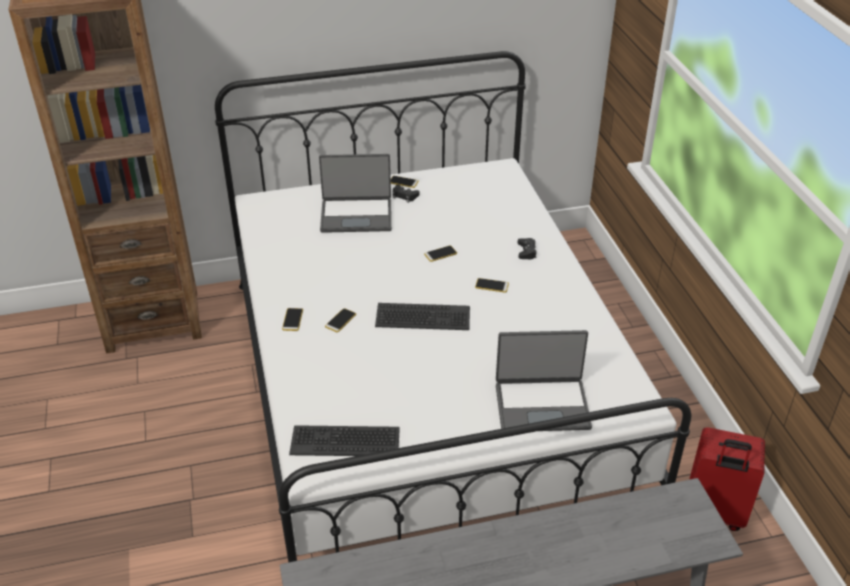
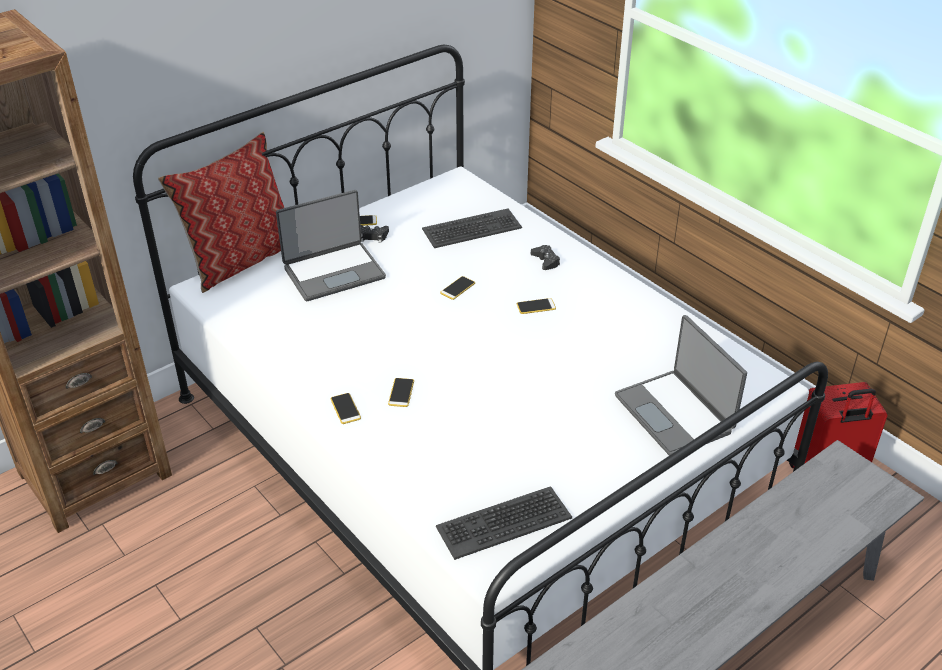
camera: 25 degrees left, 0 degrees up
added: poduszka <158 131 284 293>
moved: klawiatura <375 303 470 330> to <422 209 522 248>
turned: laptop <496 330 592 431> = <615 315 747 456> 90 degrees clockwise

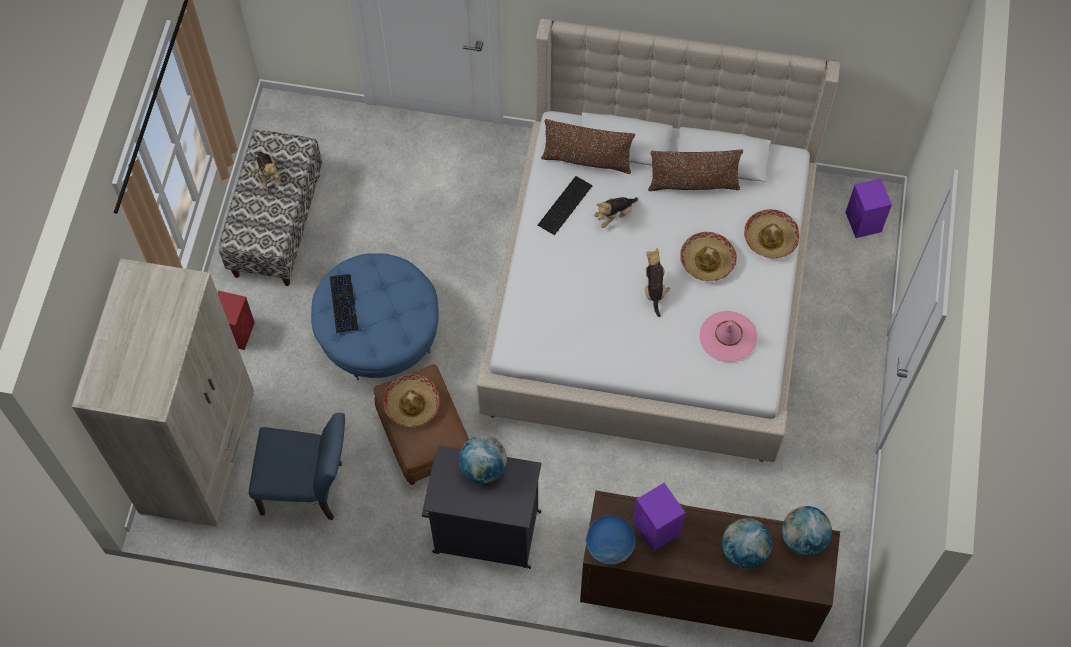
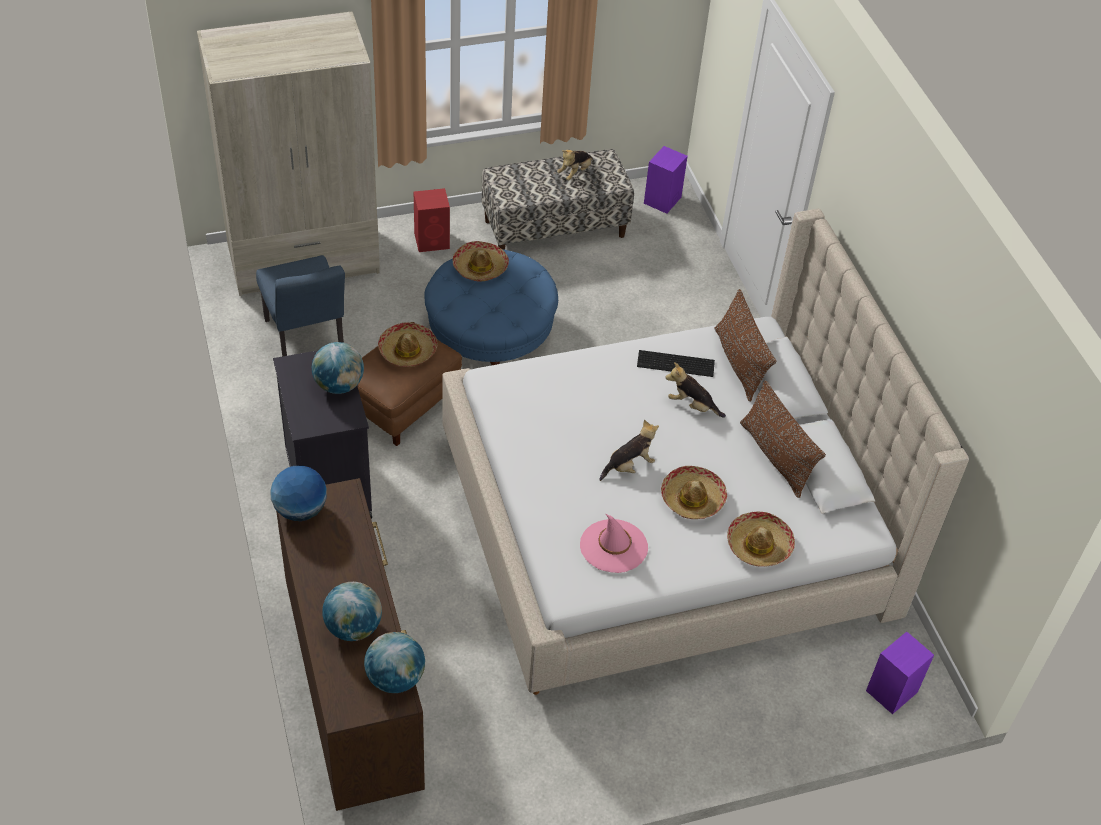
camera: 60 degrees right, 15 degrees down
moved: głośnik/fioletowy <633 483 685 551> to <644 146 688 214>
replaced: klawiatura <330 274 358 334> to kapelusz <453 241 509 282>

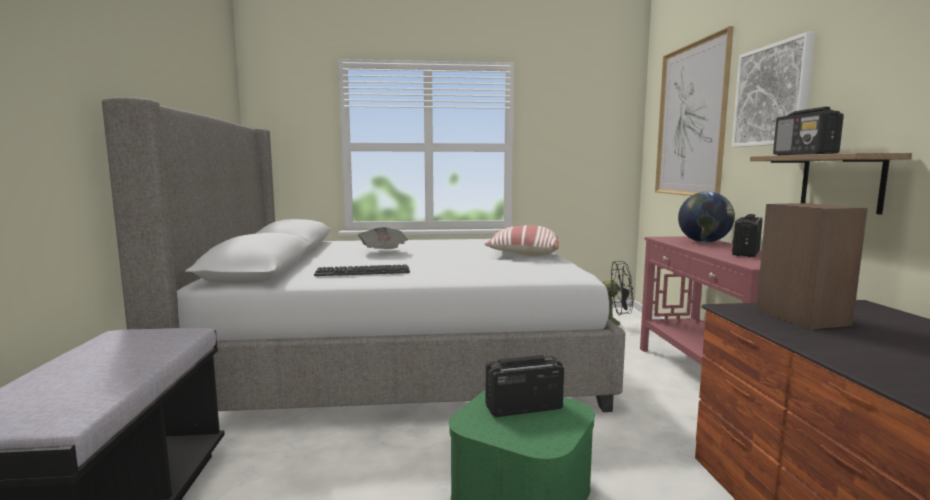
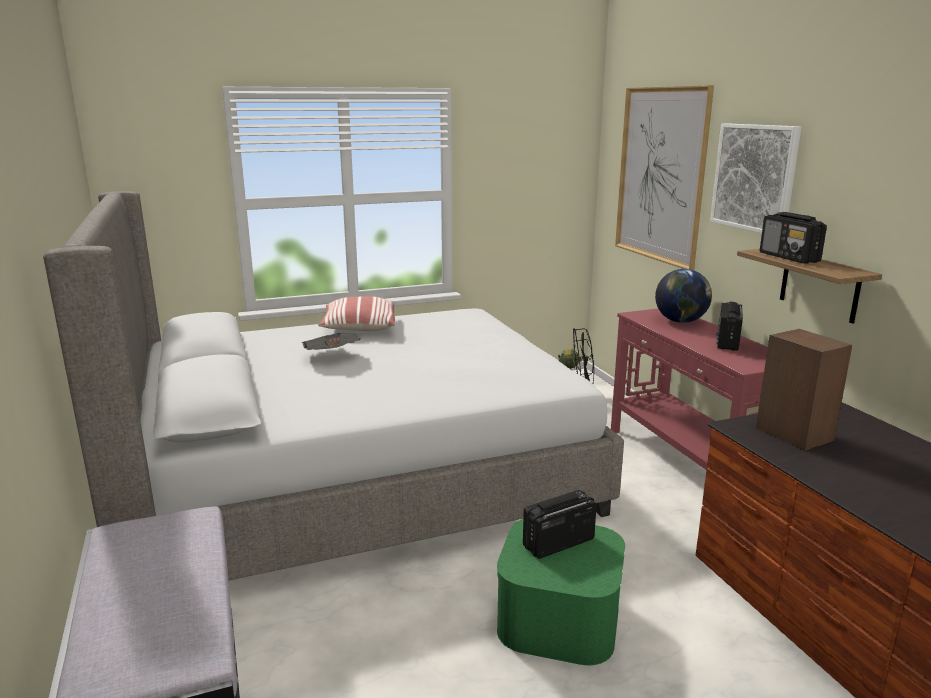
camera: 15 degrees left, 10 degrees up
removed: klawiatura <314 265 410 276>
moved: poduszka <484 225 559 256> to <318 296 395 331>

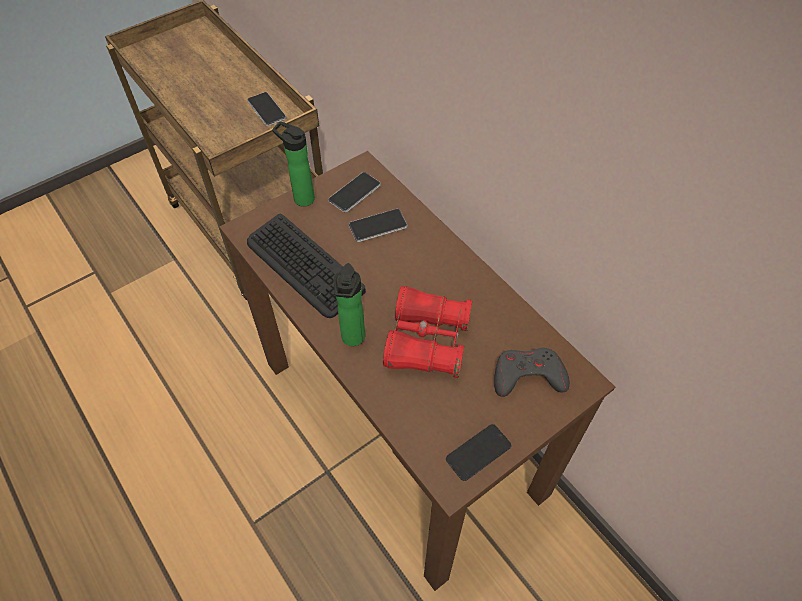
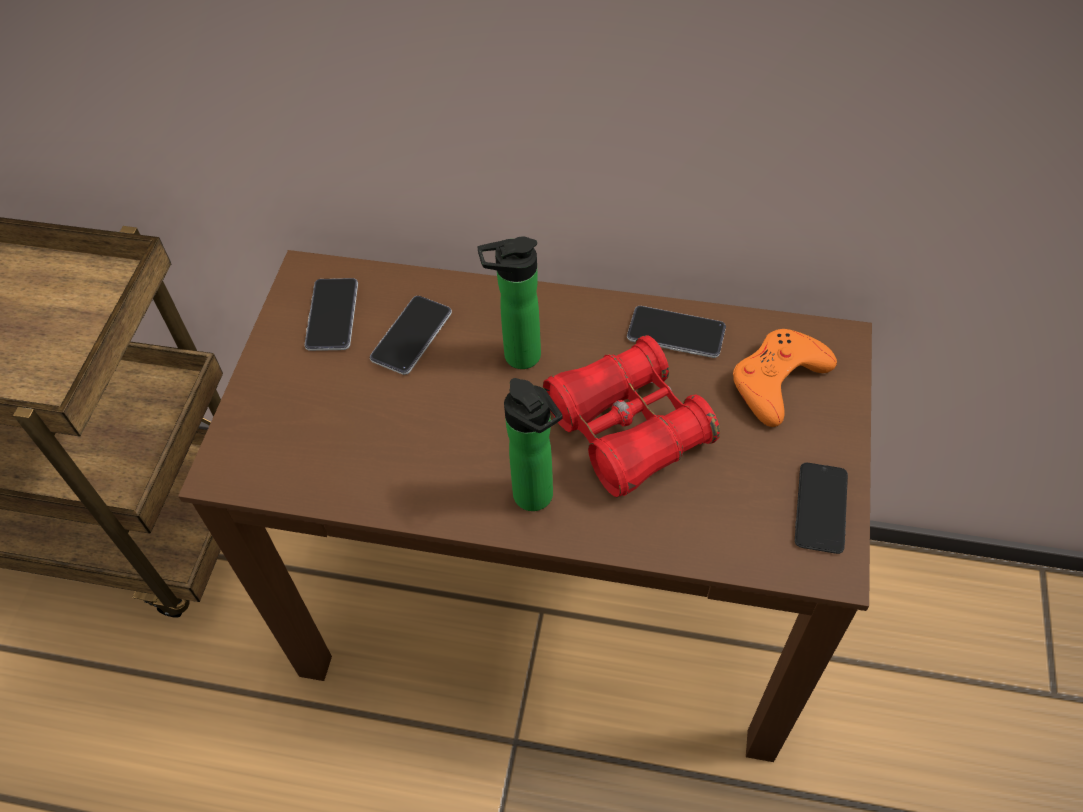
camera: 40 degrees left, 0 degrees up
removed: klawiatura <247 214 366 318>
moved: butelka <272 121 315 207> to <478 237 541 369>; telefon <247 92 287 126> to <627 306 726 358>
recoloured: pad do gier/szary <494 348 570 397> to pad do gier/pomarańczowy <733 329 837 427>

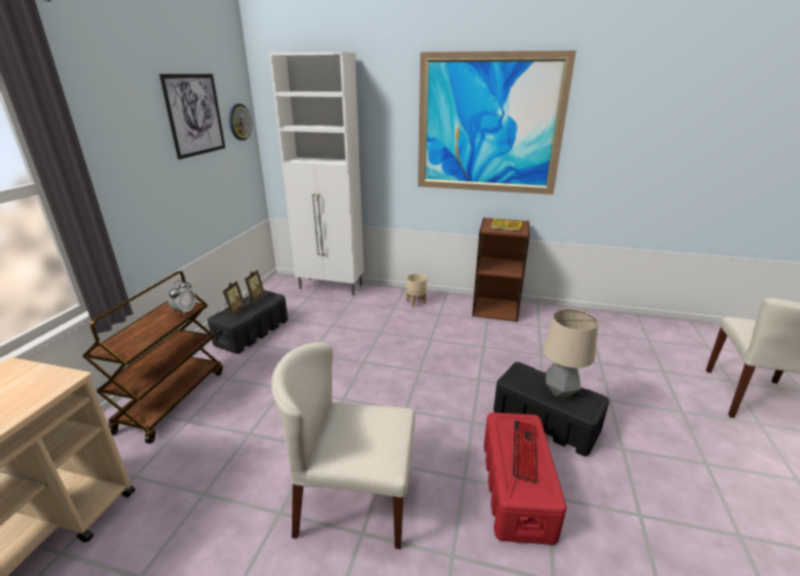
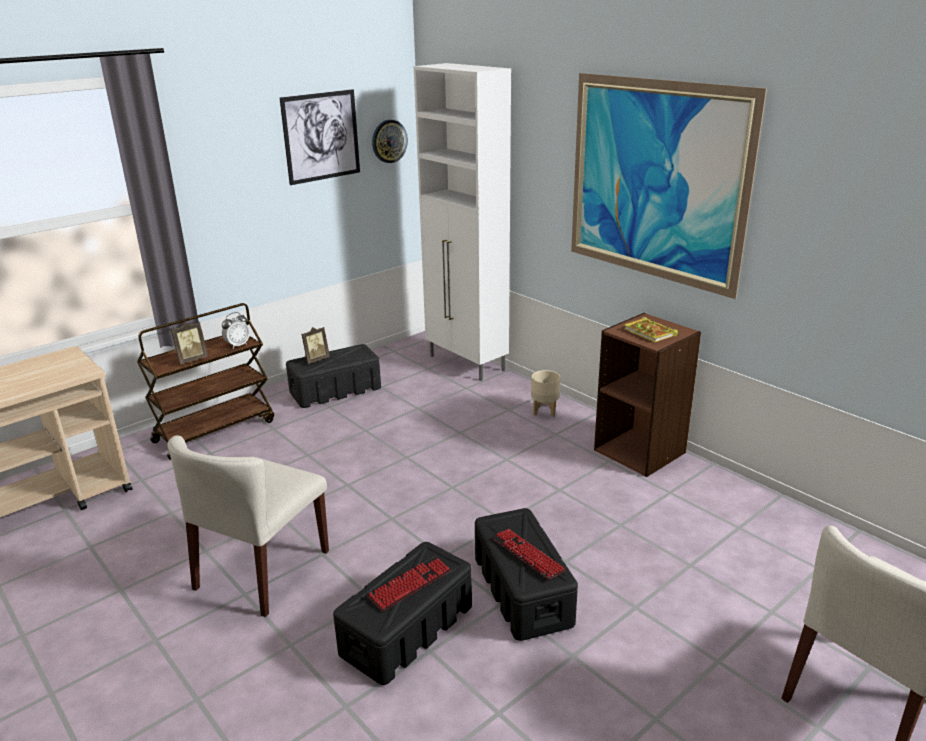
camera: 35 degrees right, 0 degrees up
moved: ramka na zdjęcie <245 270 265 302> to <171 322 208 365>
replaced: lampa stołowa <543 309 598 398> to klawiatura <491 529 566 580>
recoloured: pojemnik do przechowywania/czerwony <484 413 567 545> to pojemnik do przechowywania/czarny <333 542 472 685>
turned: krzesło/beżowy <272 342 415 549> = <167 435 329 617> 105 degrees counterclockwise

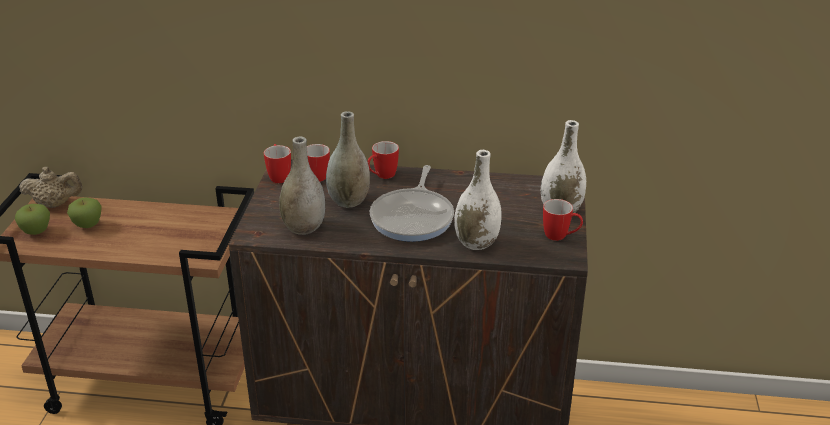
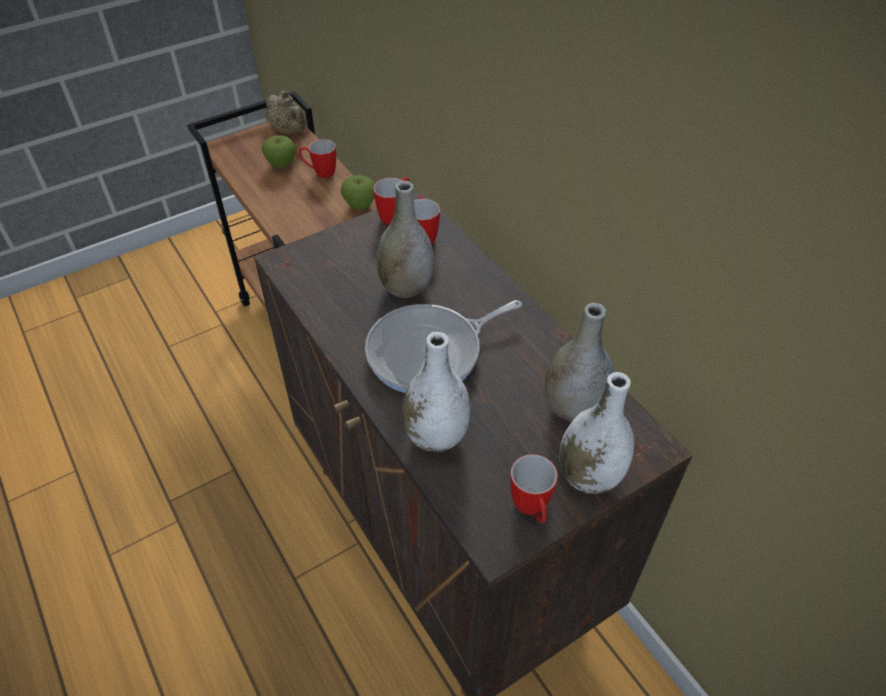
camera: 50 degrees right, 15 degrees up
moved: kubek <368 141 399 179> to <299 139 336 178>; jabłko <15 204 50 235> to <341 175 375 209>; wazon/szary <279 137 325 235> to <545 303 613 422>

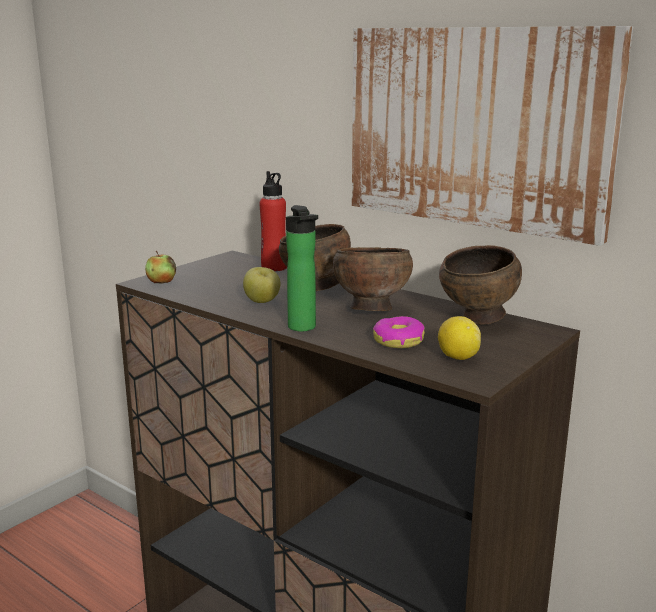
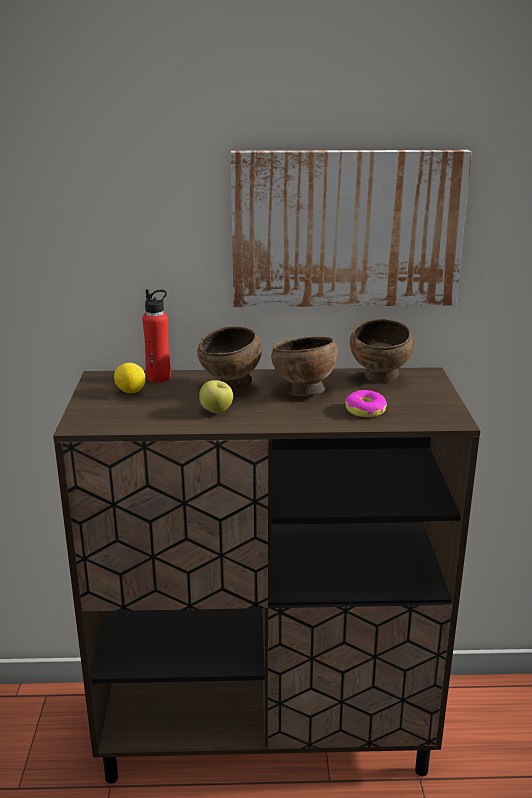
camera: 40 degrees left, 5 degrees up
removed: jabłko <145 251 176 283>; butelka <286 205 318 331>
moved: cytryna <438 316 481 360> to <114 362 146 393>

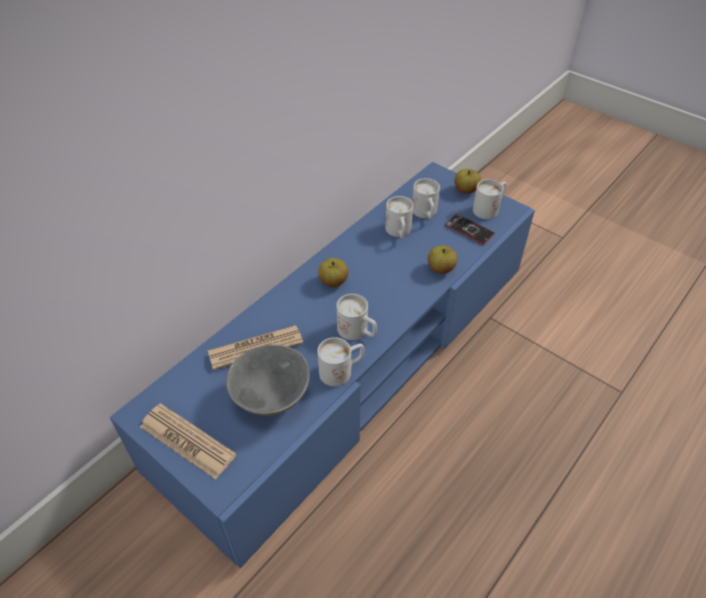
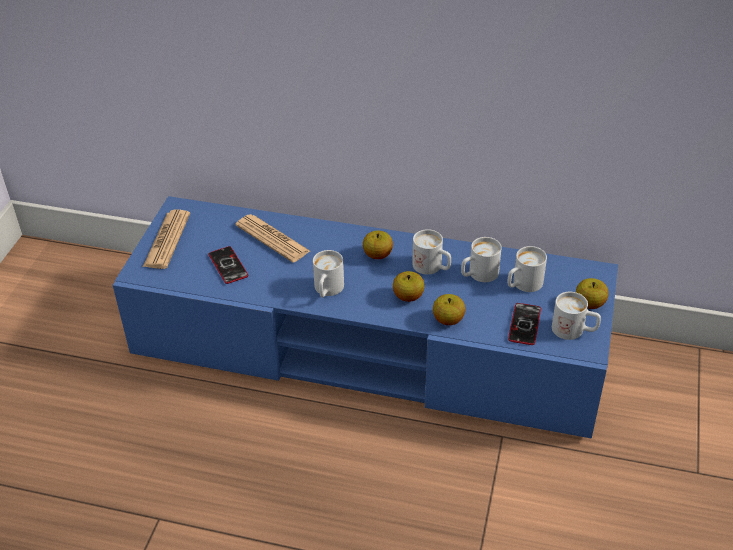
camera: 65 degrees right, 5 degrees down
added: jabłko <393 271 425 302>
moved: kubek/biały <318 337 364 386> to <412 229 451 275>
replaced: miska/szary <226 345 310 416> to telefon <208 246 249 284>

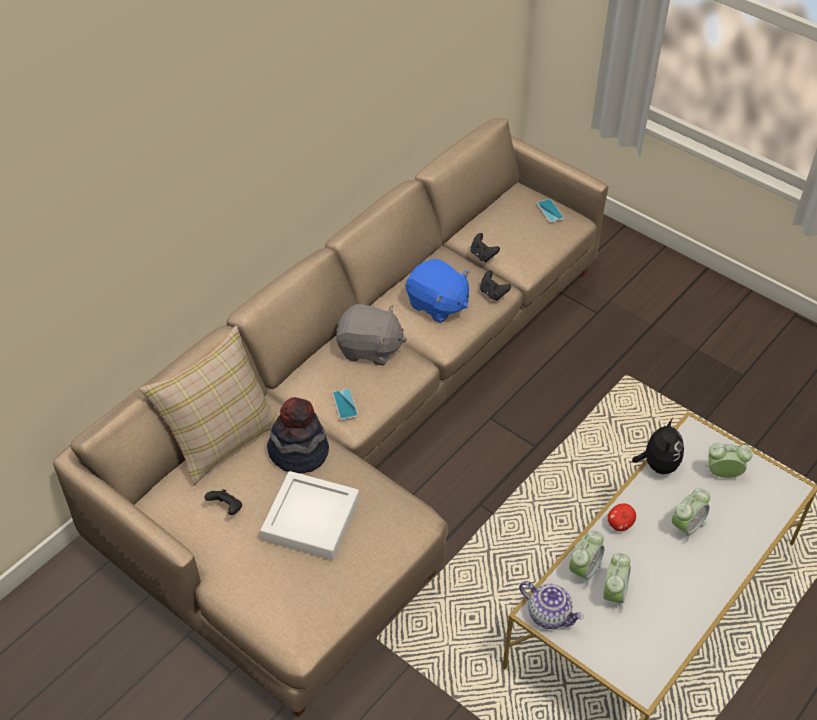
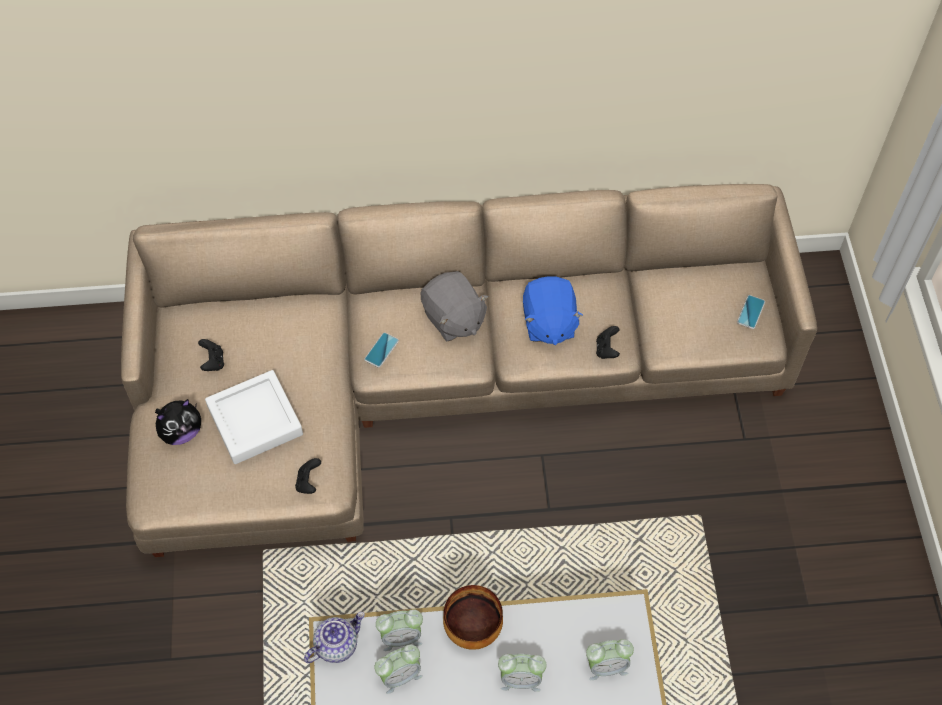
camera: 45 degrees right, 10 degrees up
removed: poduszka/beżowy <139 326 279 485>; kapelusz <267 397 329 473>
moved: pluszak <632 418 684 474> to <155 399 201 445>; pad do gier/czarny <470 233 500 262> to <295 458 321 494>
replaced: jabłko <608 503 636 531> to miska <443 585 503 650>
turned: imbryk <519 581 584 629> = <304 612 365 663> 120 degrees counterclockwise; budzik <705 443 753 478> = <586 639 634 680> 120 degrees clockwise

